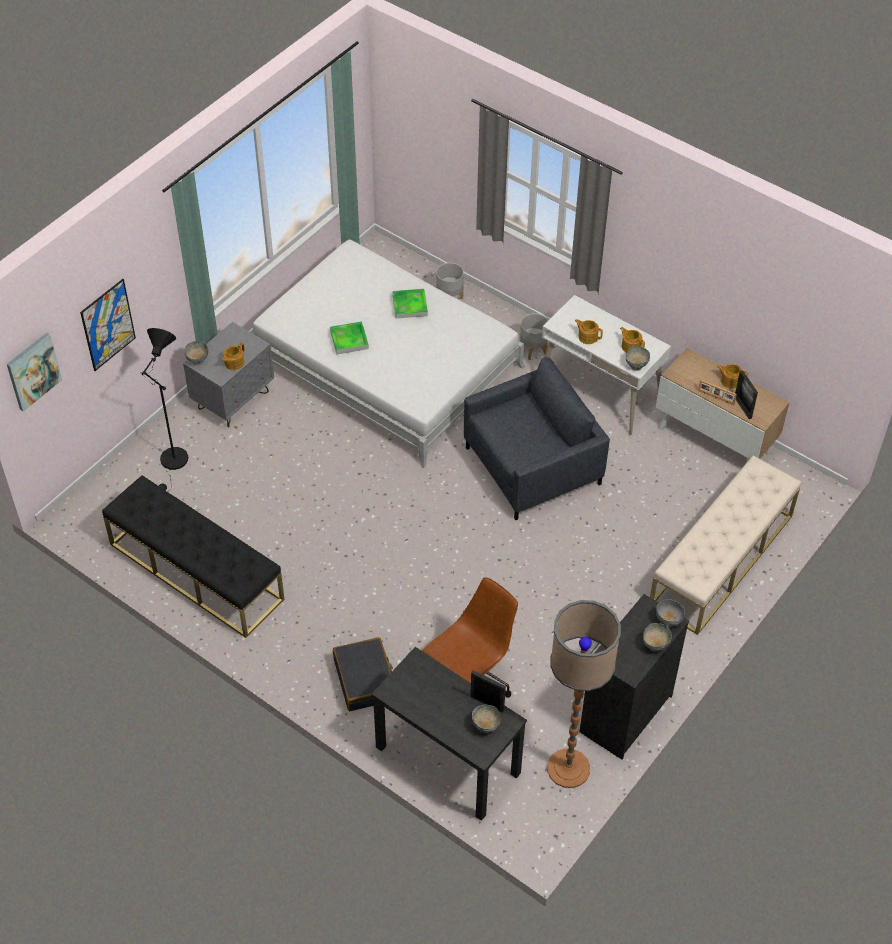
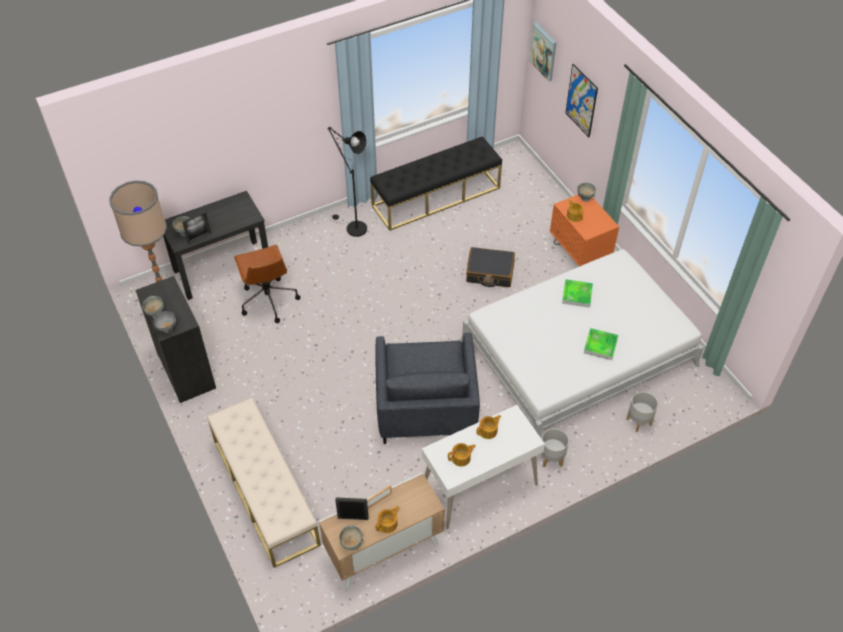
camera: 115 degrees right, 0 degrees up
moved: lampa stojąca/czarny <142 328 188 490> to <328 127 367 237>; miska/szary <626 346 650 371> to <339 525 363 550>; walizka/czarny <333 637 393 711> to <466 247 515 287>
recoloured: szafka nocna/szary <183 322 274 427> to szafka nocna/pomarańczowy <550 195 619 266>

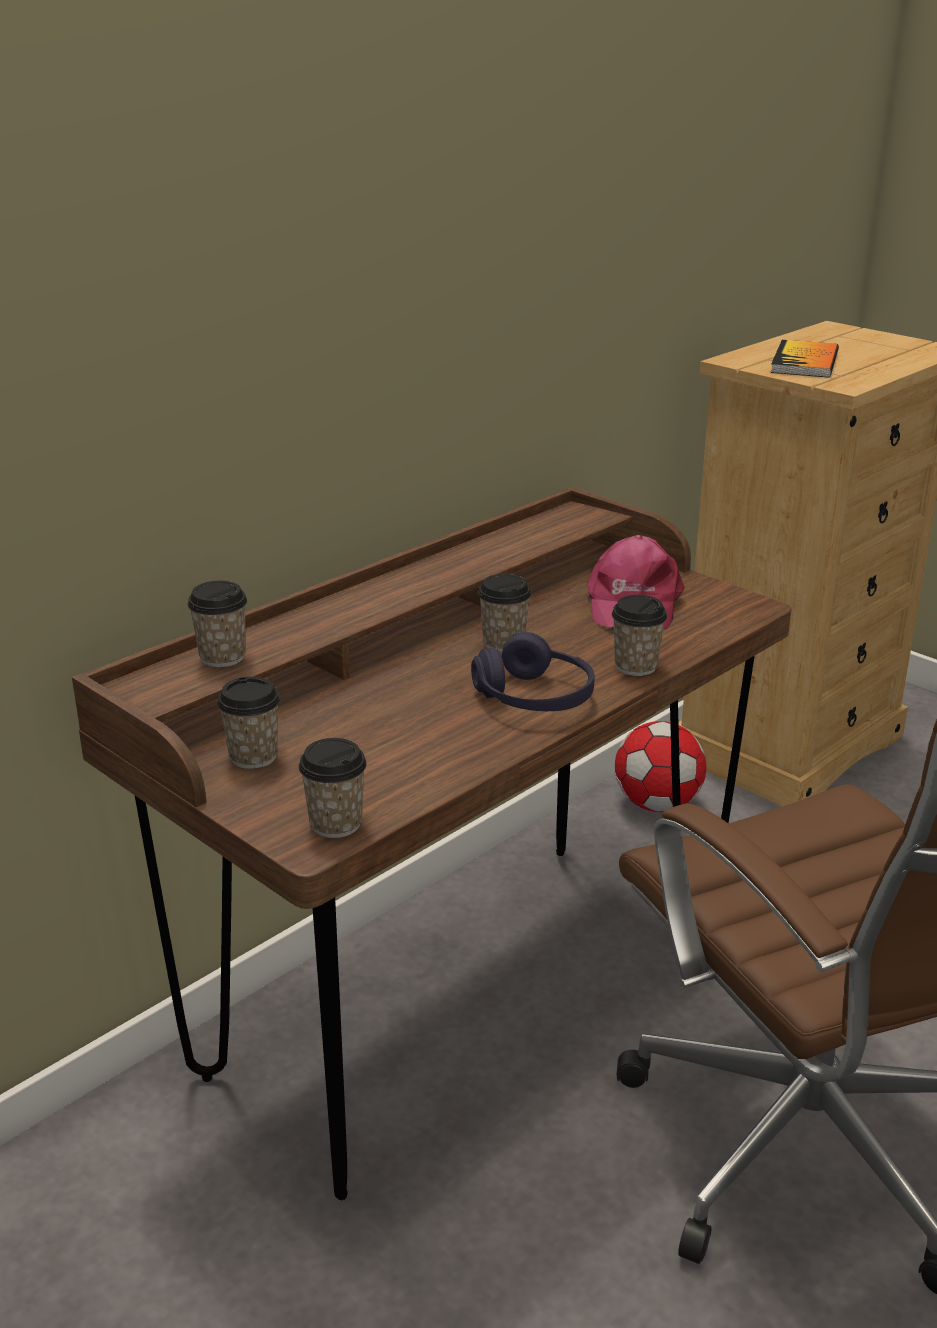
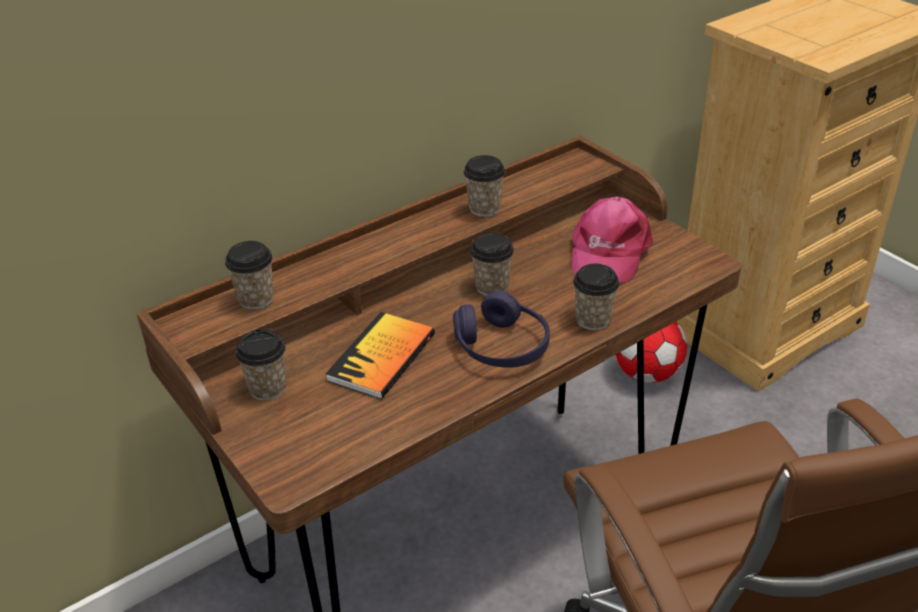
camera: 10 degrees right, 10 degrees up
moved: książka <770 340 839 378> to <325 312 435 399>; filiżanka <299 738 367 838> to <464 155 505 217>

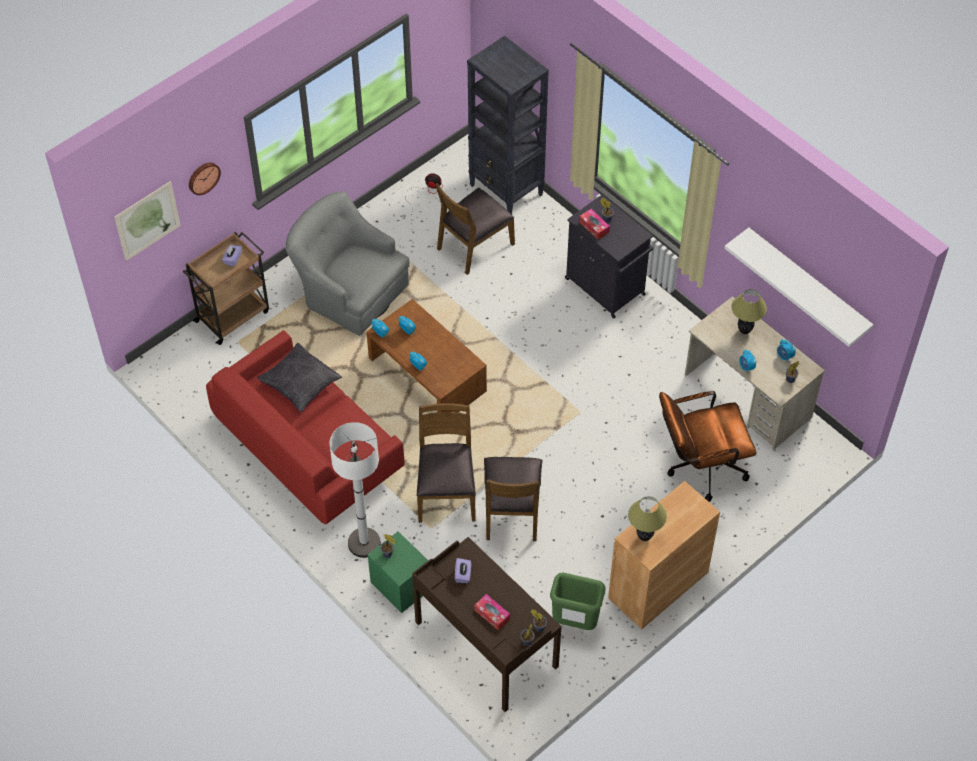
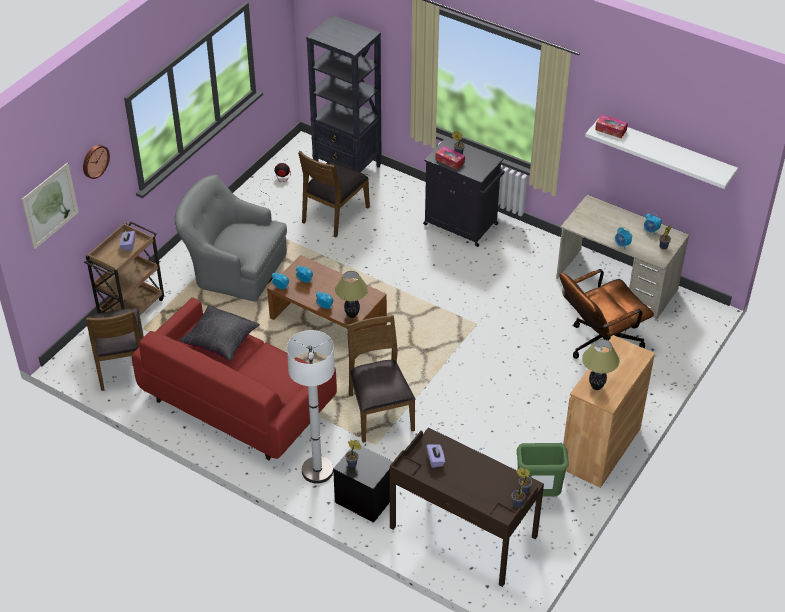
camera: 15 degrees left, 10 degrees down
moved: krzesło/brązowy <484 457 542 541> to <86 308 144 391>; lampa stołowa <732 289 767 334> to <335 271 368 318>; pudełko chusteczek <474 594 510 630> to <595 115 628 138>
recoloured: szafka nocna/zielony <368 531 428 613> to szafka nocna/czarny <333 446 393 523>

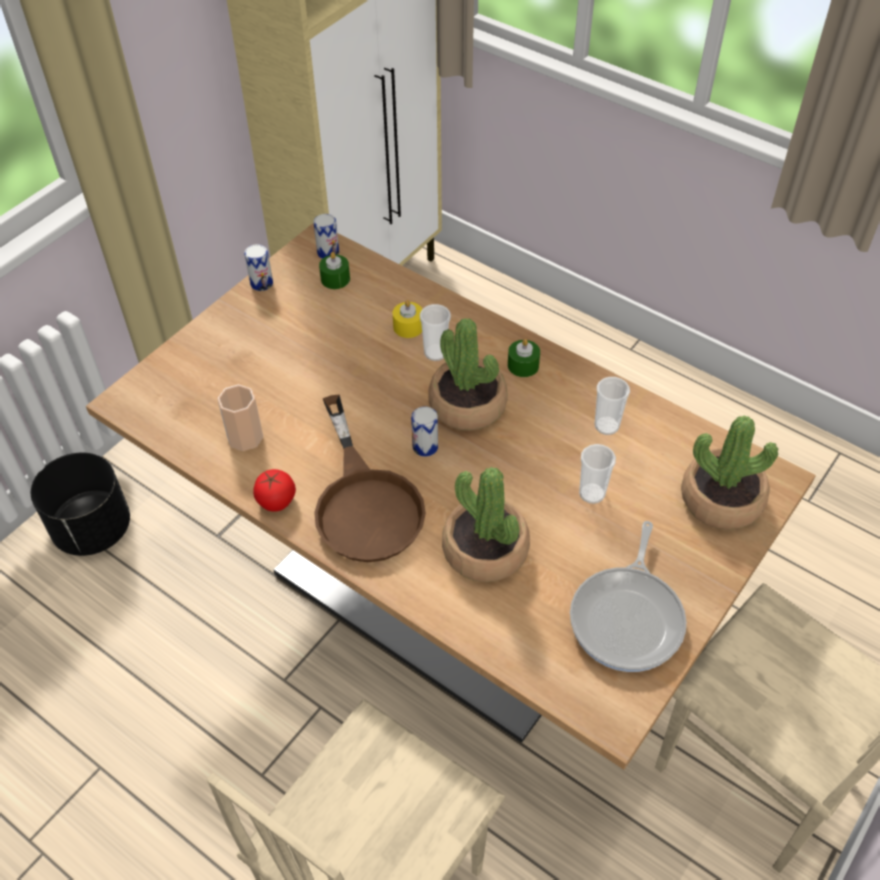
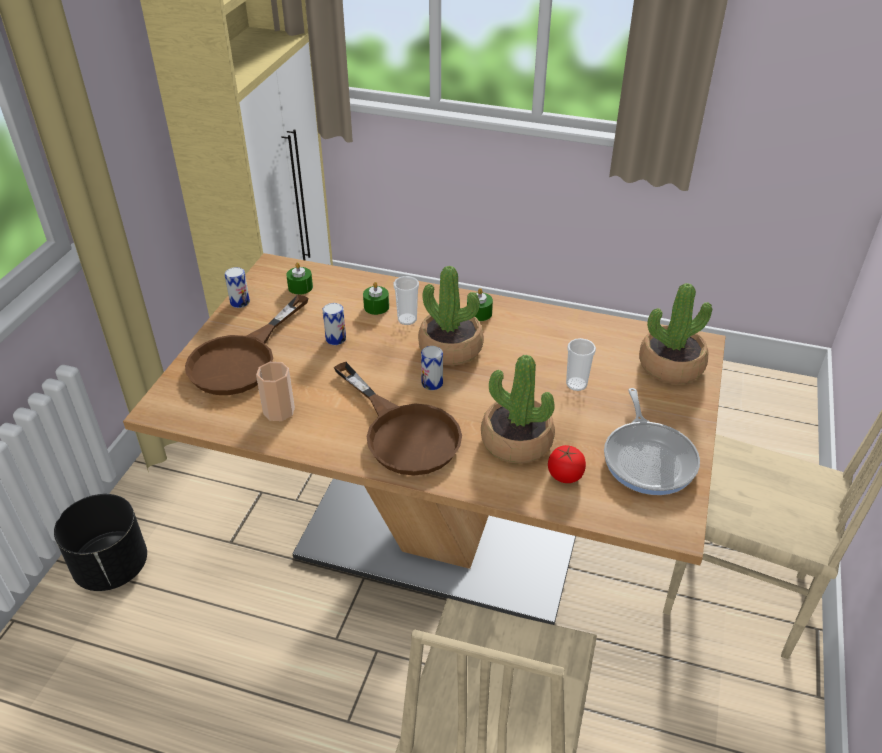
camera: 20 degrees left, 10 degrees down
removed: filiżanka <595 377 630 435>
added: patelnia/brązowy <185 295 308 395>
moved: puszka <313 214 339 259> to <323 303 346 345>; pomidor <253 469 296 512> to <548 445 586 483>
recoloured: świeca/żółty <393 300 422 338> to świeca/zielony <363 282 389 315>

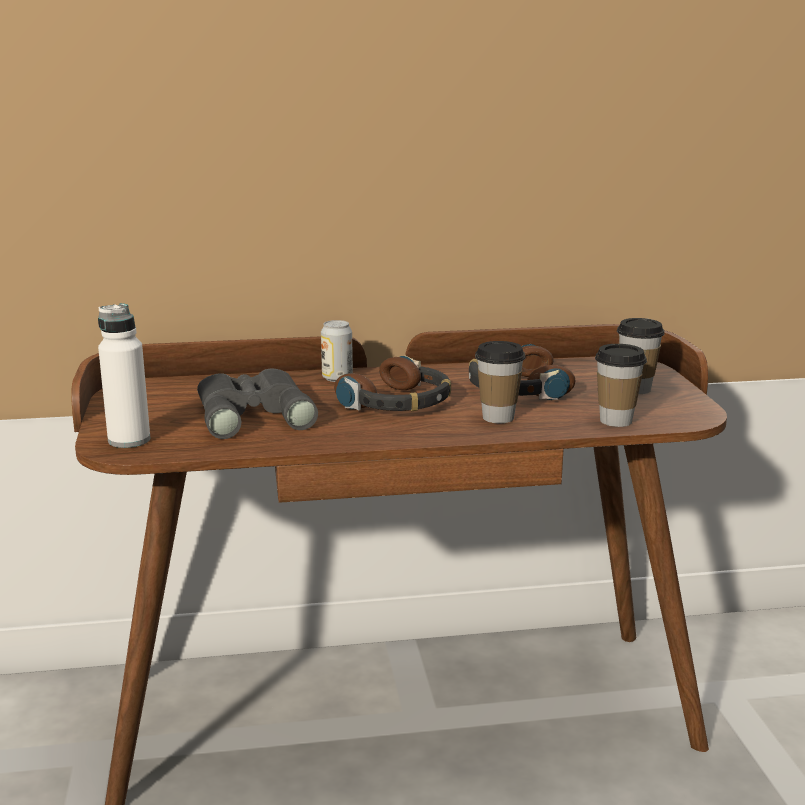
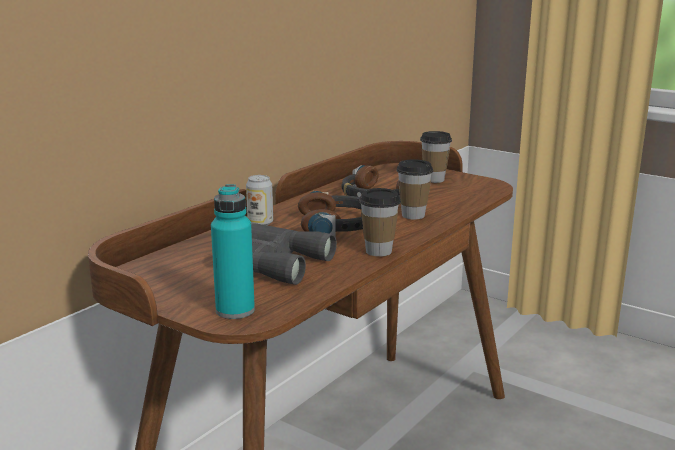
camera: 45 degrees left, 0 degrees up
moved: filiżanka <595 344 647 427> to <359 188 401 257>
recoloured: butelka/biały <98 303 150 448> to butelka/turkusowy <211 184 255 319>

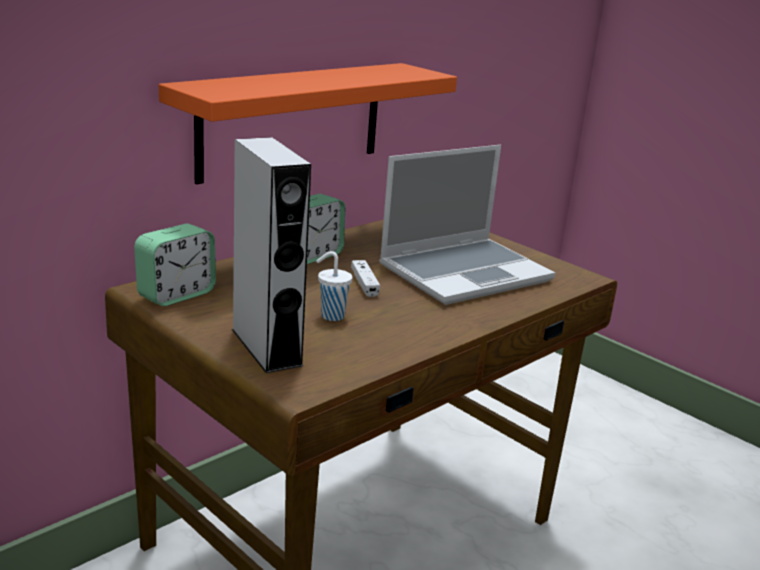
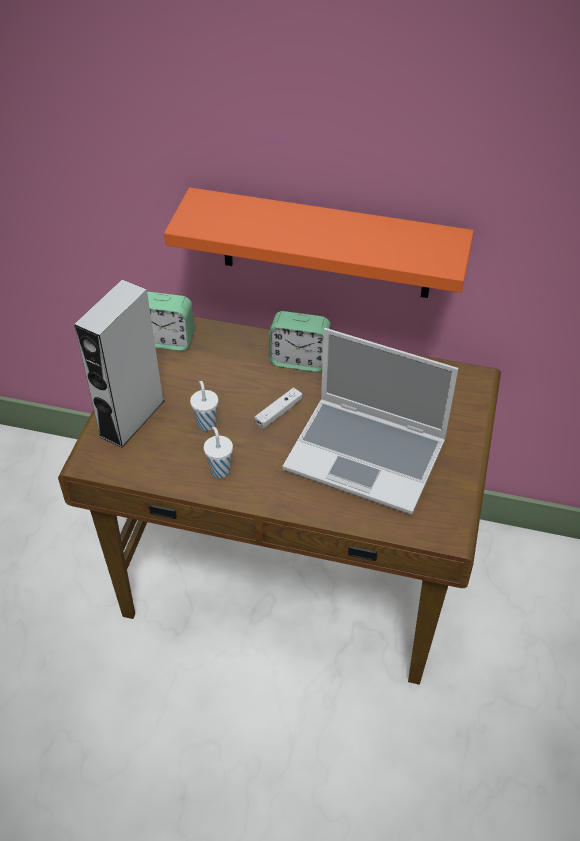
camera: 60 degrees right, 25 degrees up
added: filiżanka/biały <204 427 233 478>

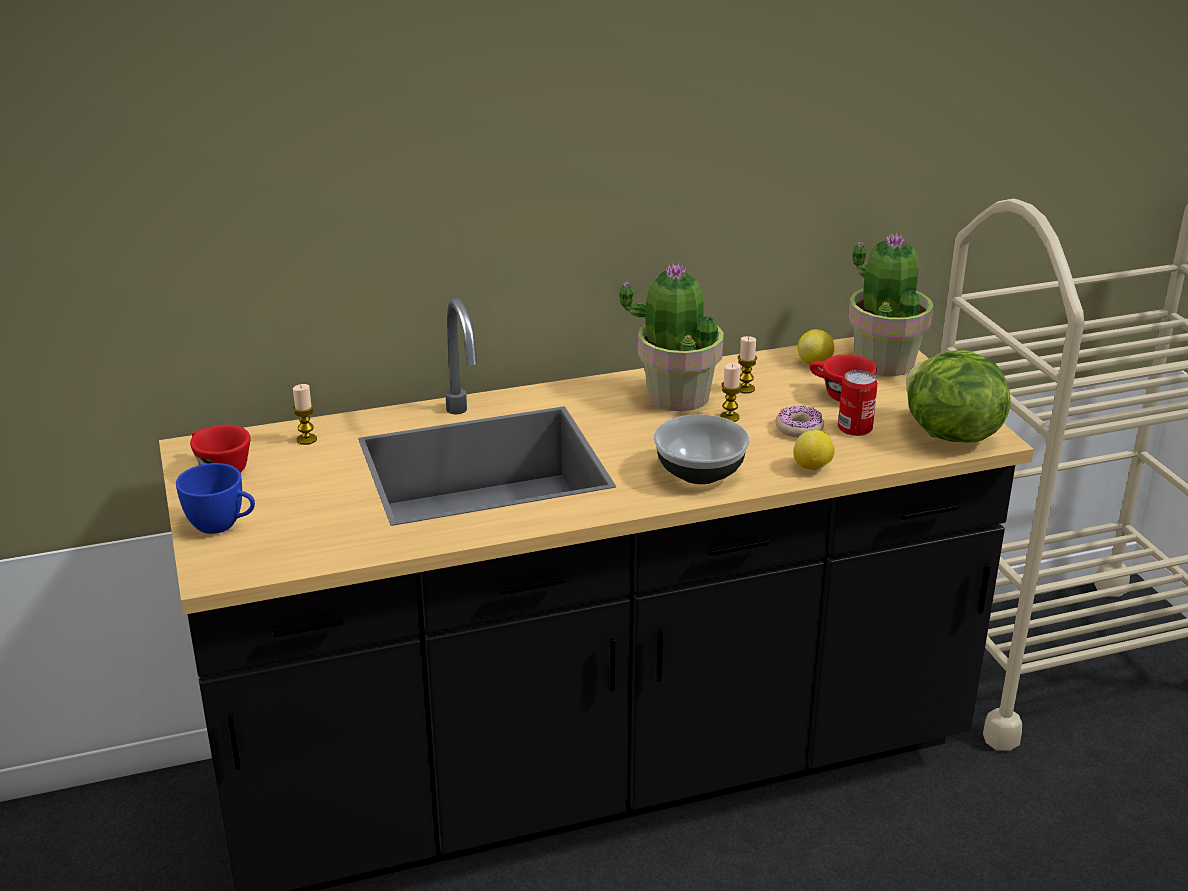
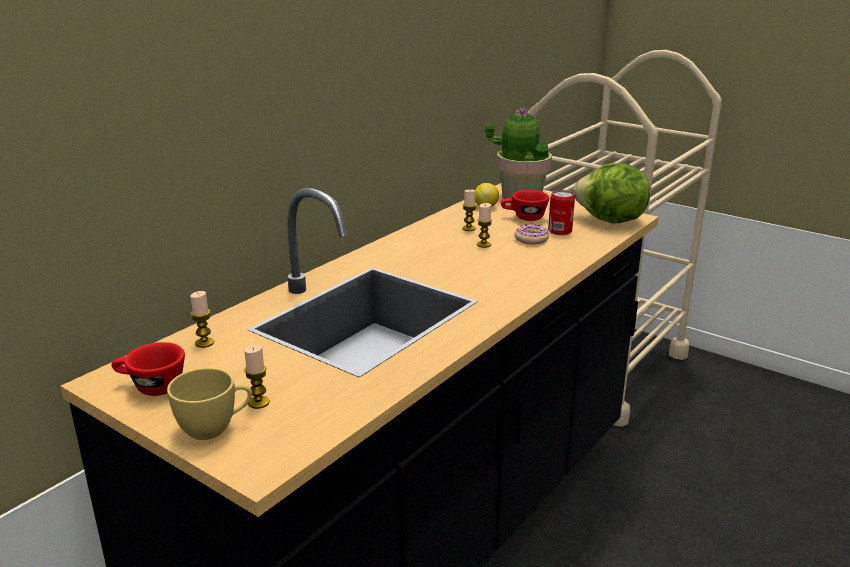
camera: 35 degrees left, 5 degrees down
removed: roślina doniczkowa <619 263 724 411>; miska <654 414 750 484>; cytryna <793 430 835 470>
added: świeca <244 345 270 409>
recoloured: filiżanka/niebieski <176 463 255 534> to filiżanka/żółty <167 368 252 440>

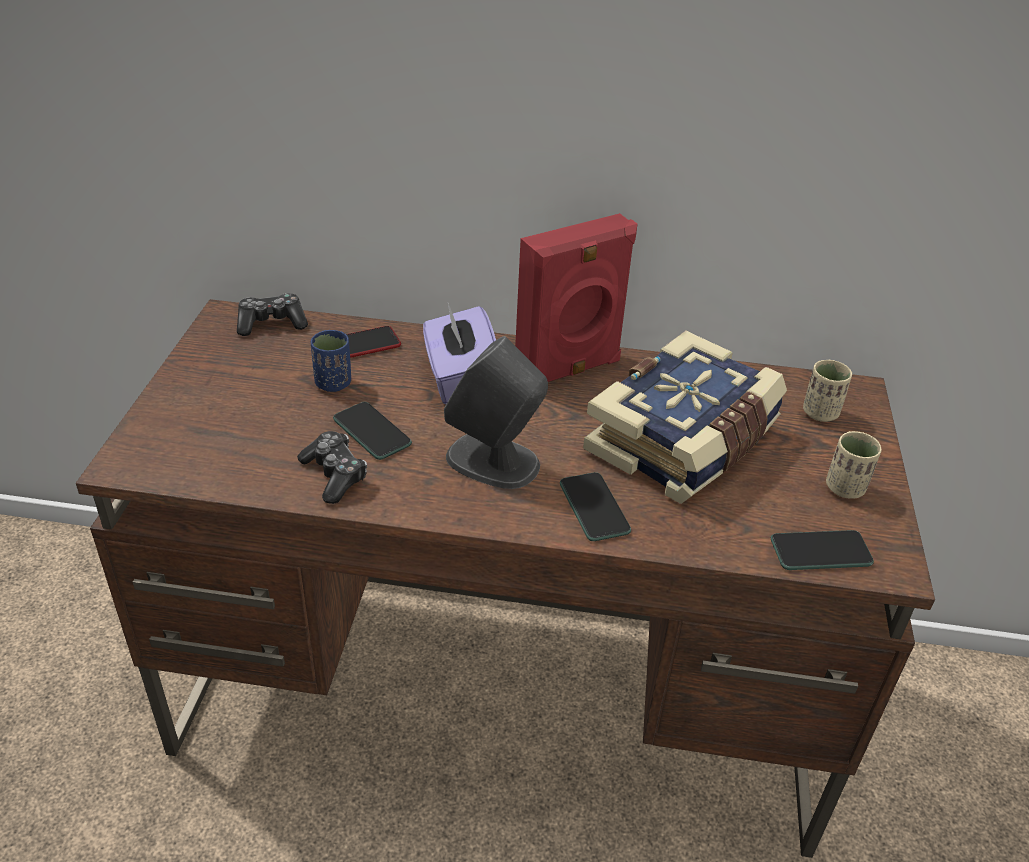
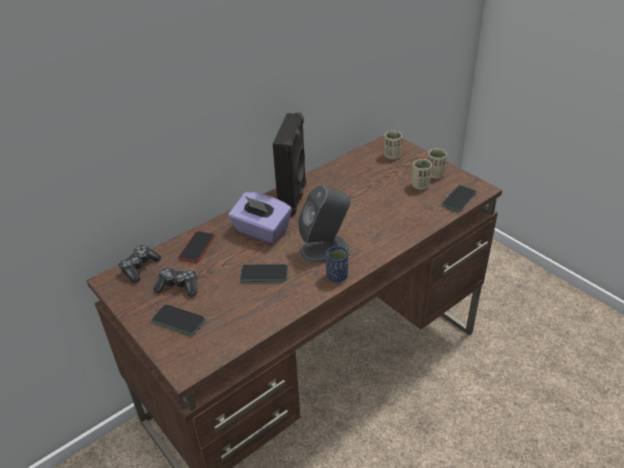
camera: 45 degrees left, 0 degrees up
removed: książka <583 331 787 504>
added: filiżanka/beżowy <412 159 432 190>
moved: telefon <560 472 631 541> to <152 304 205 336>; pad do gier <297 431 367 504> to <154 267 197 297>; filiżanka/niebieski <311 330 351 392> to <326 246 348 282>
recoloured: głośnik/czerwony <515 213 638 382> to głośnik/czarny <273 113 307 217>

